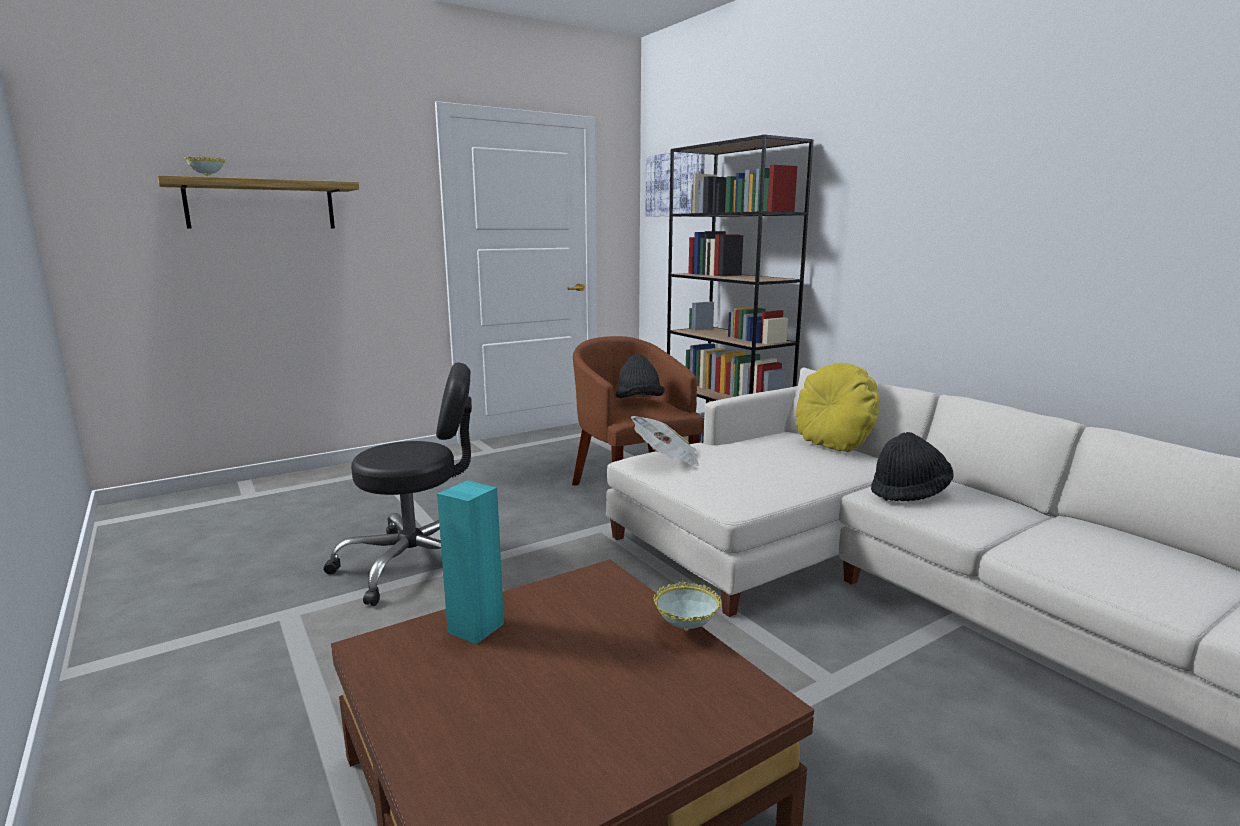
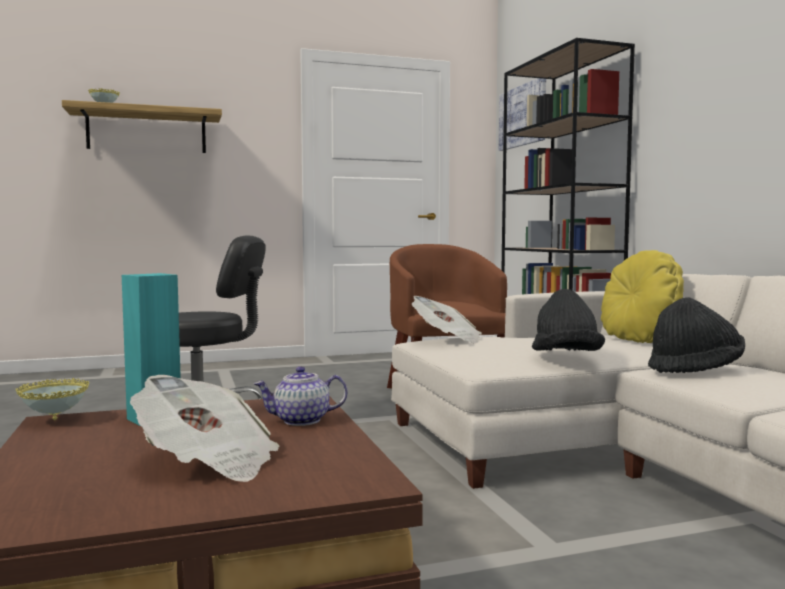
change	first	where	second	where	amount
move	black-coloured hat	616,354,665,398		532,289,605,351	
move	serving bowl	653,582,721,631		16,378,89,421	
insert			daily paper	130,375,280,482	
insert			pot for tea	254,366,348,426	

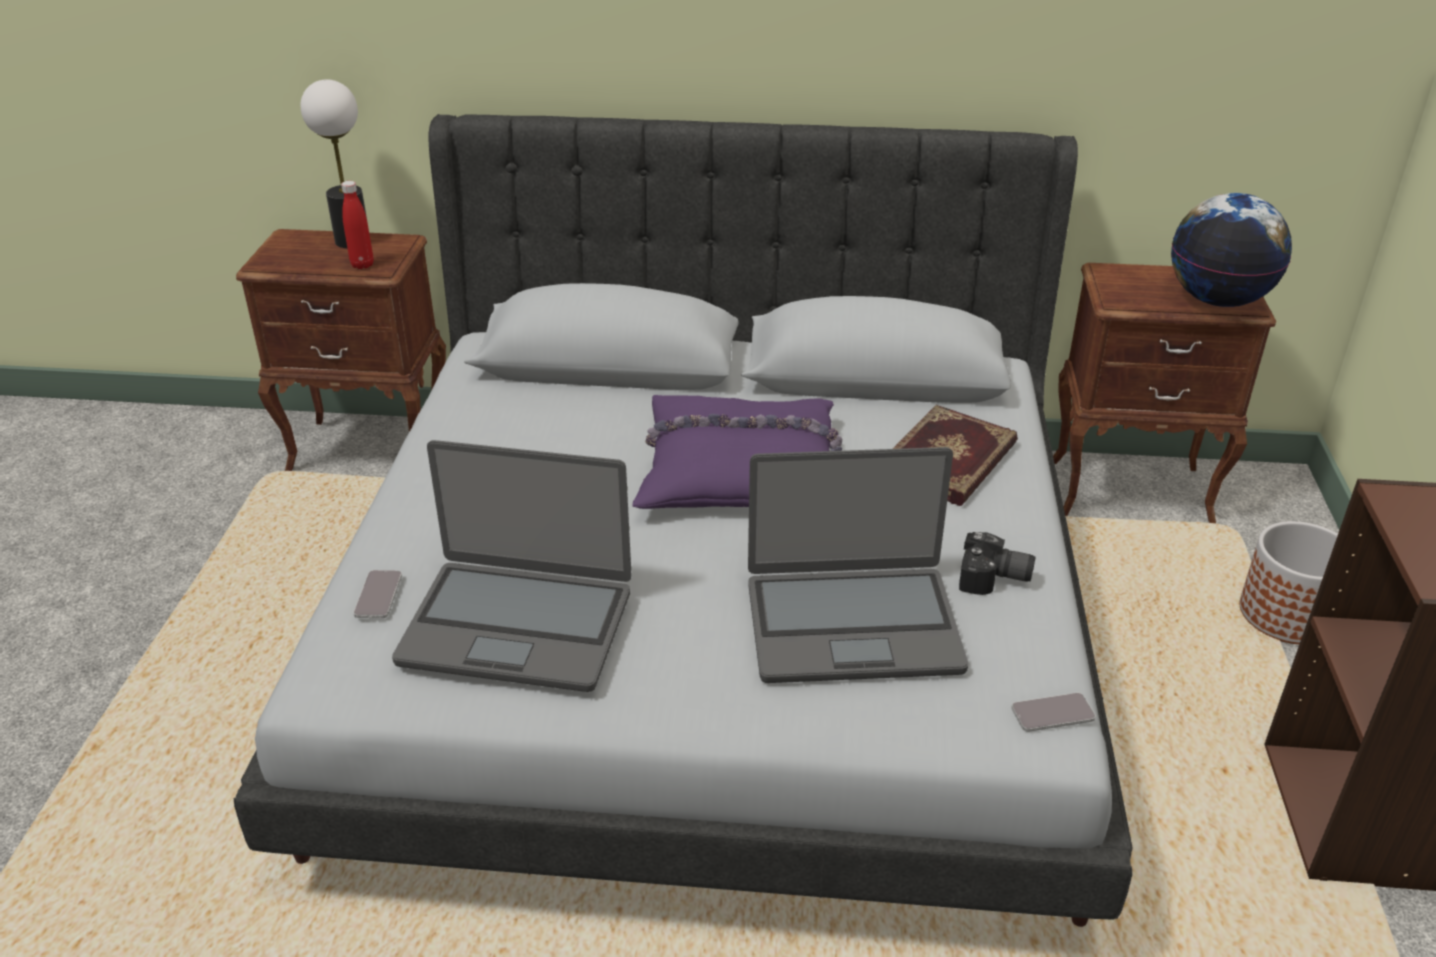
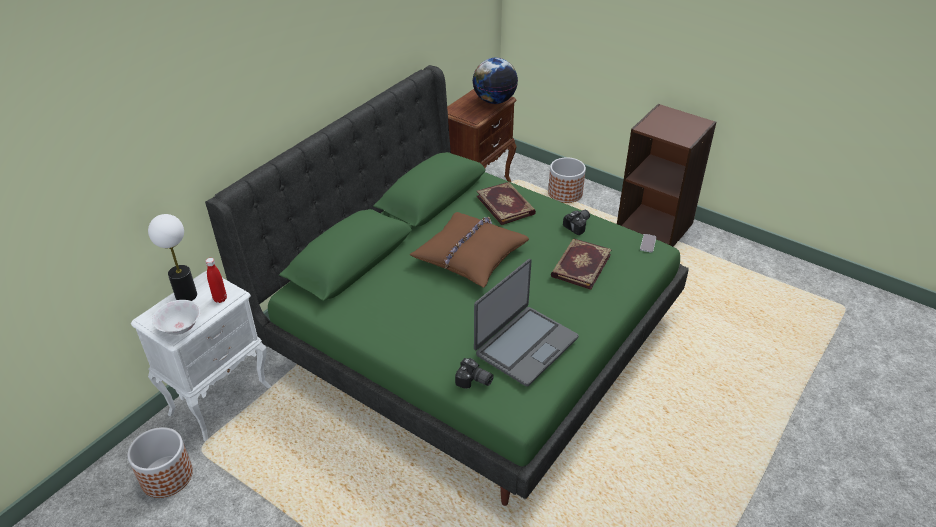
change	first	where	second	where	amount
recolor	greyish bedroom bed	234,114,1133,927	green bedroom bed	205,65,689,506	
recolor	brown nightstand	236,229,446,471	white nightstand	131,271,271,442	
replace	telephone	354,570,402,618	photo camera	455,358,494,389	
recolor	purple cushion	632,395,842,509	brown cushion	410,212,529,288	
replace	notebook computer	748,447,968,683	bound book	551,238,612,290	
insert			plant pot	127,427,193,498	
insert			white serving bowl	152,300,200,335	

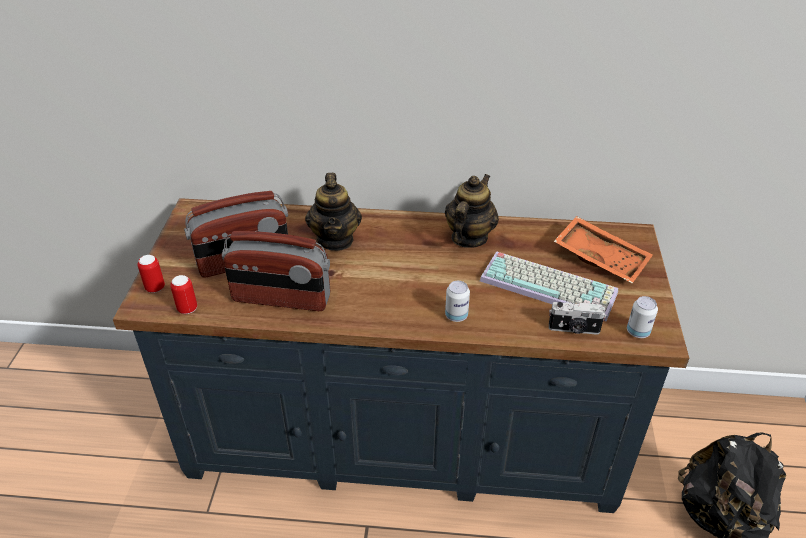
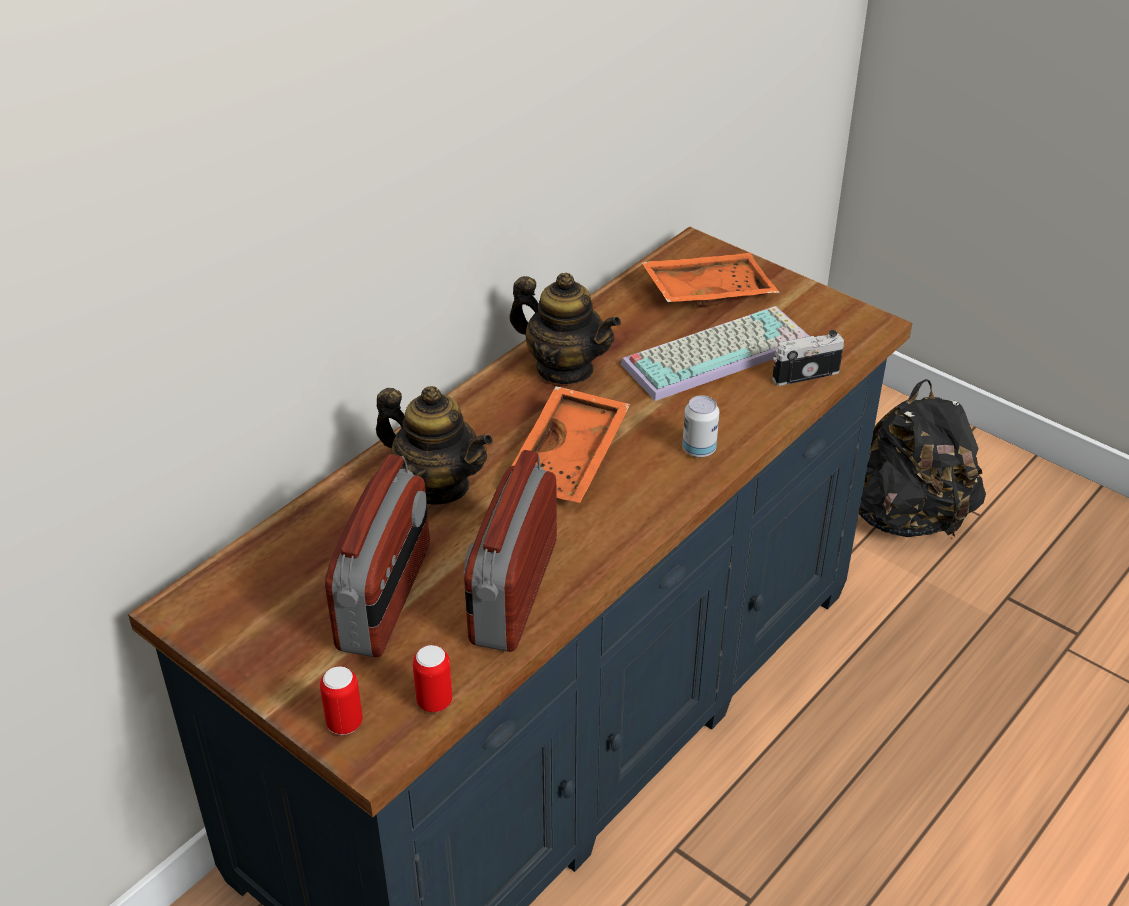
change	first	where	second	where	amount
rotate	radio	222,231,330,311		464,450,557,652	150 degrees clockwise
rotate	pot for tea	445,174,499,248		509,273,621,384	150 degrees clockwise
rotate	photo camera	549,302,606,335		772,330,844,386	150 degrees counterclockwise
delete	metal can	627,296,658,338			
insert			orange-coloured carrying tray	511,386,630,503	

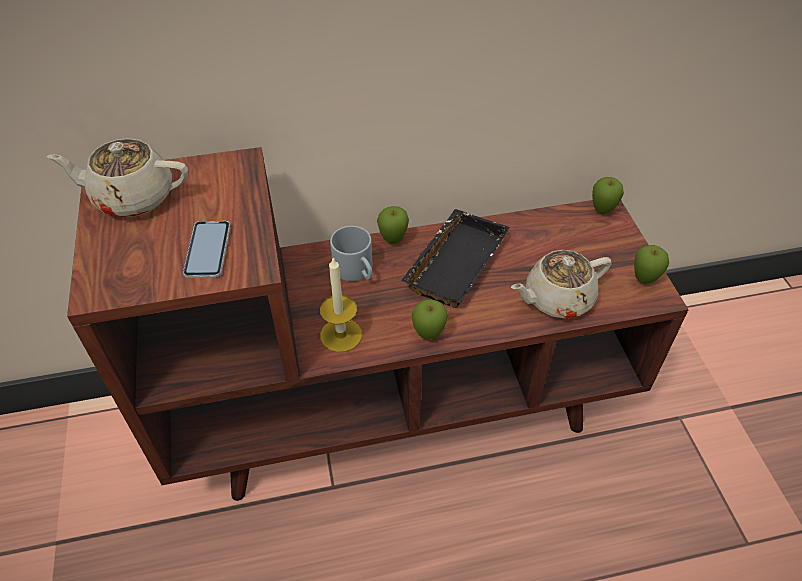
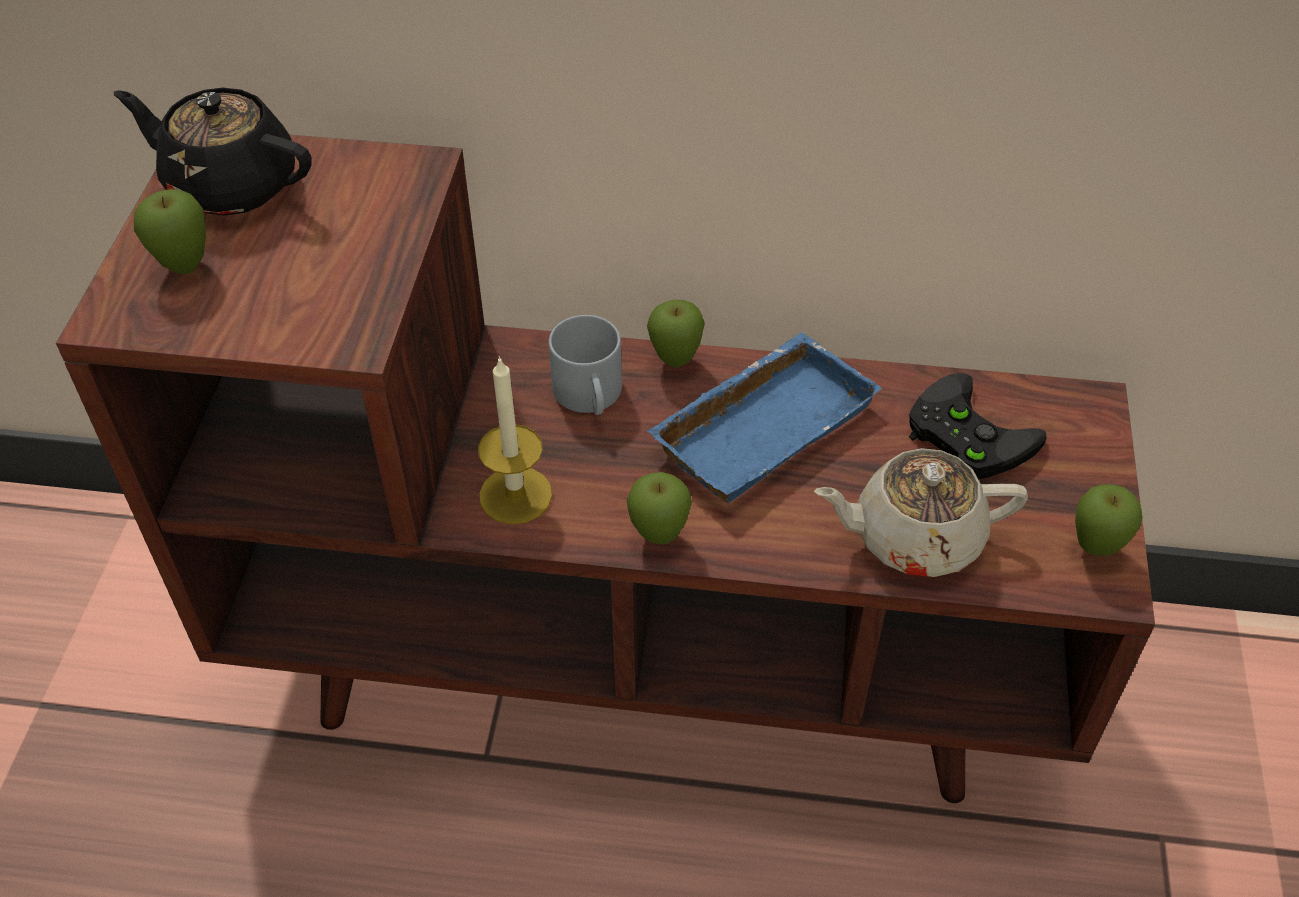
change	first	where	second	where	amount
recolor	sand-coloured pot for tea	47,138,188,217	black-coloured pot for tea	114,88,312,216	
delete	telephone	183,221,231,278			
recolor	black-coloured carrying tray	401,209,510,308	blue carrying tray	647,332,882,503	
move	whole apple	592,177,624,215		134,190,206,274	
insert			black-coloured game controller	909,373,1047,479	

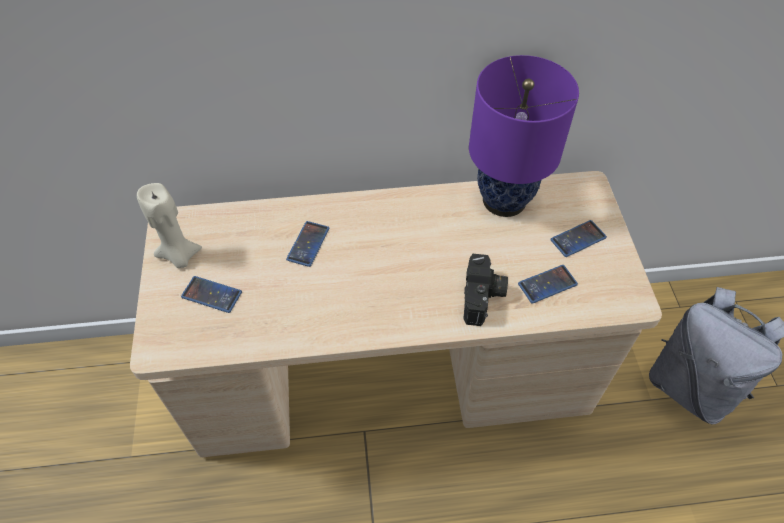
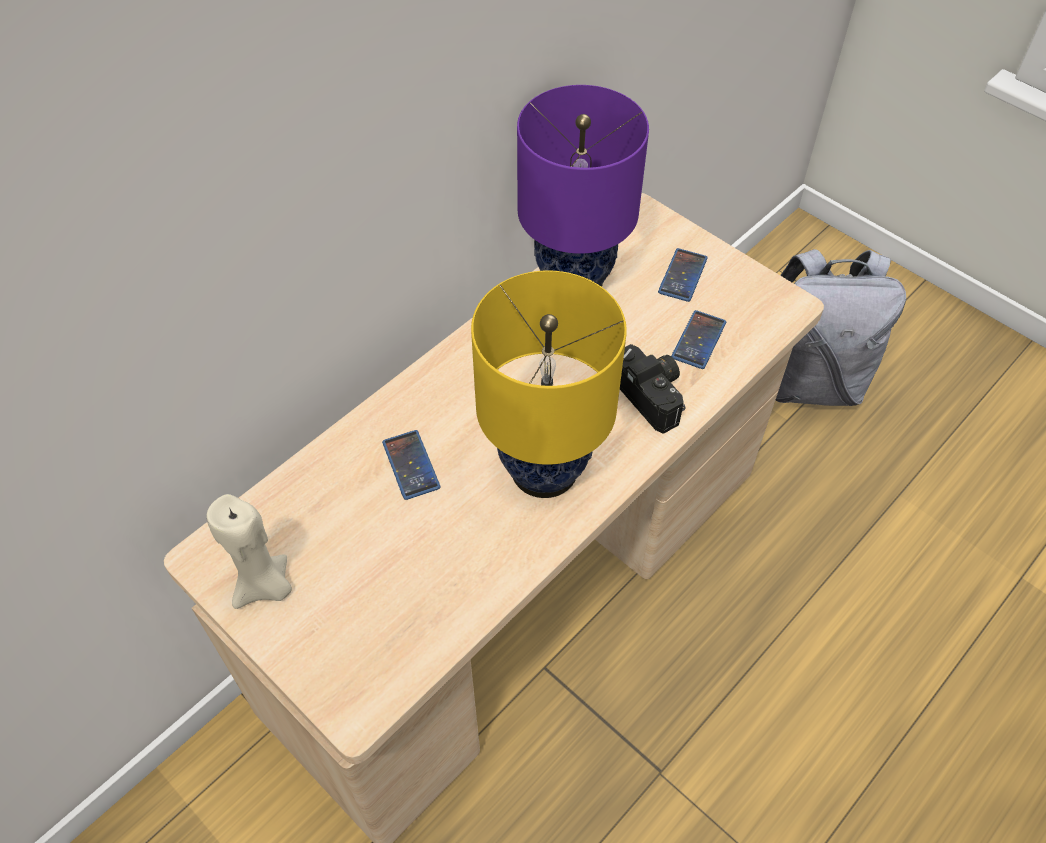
change	first	where	second	where	amount
delete	telephone	181,276,242,313			
insert			yellowish lamp for a table	471,270,627,498	

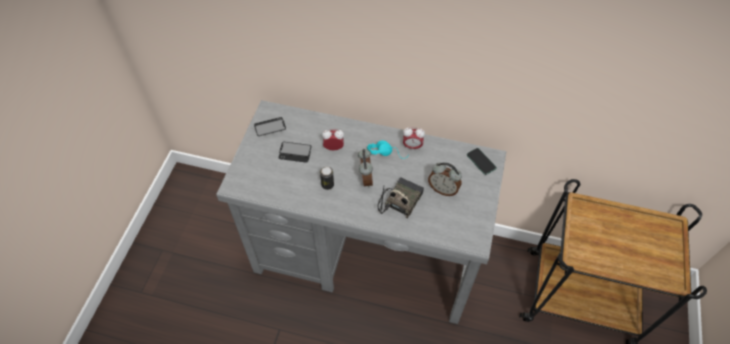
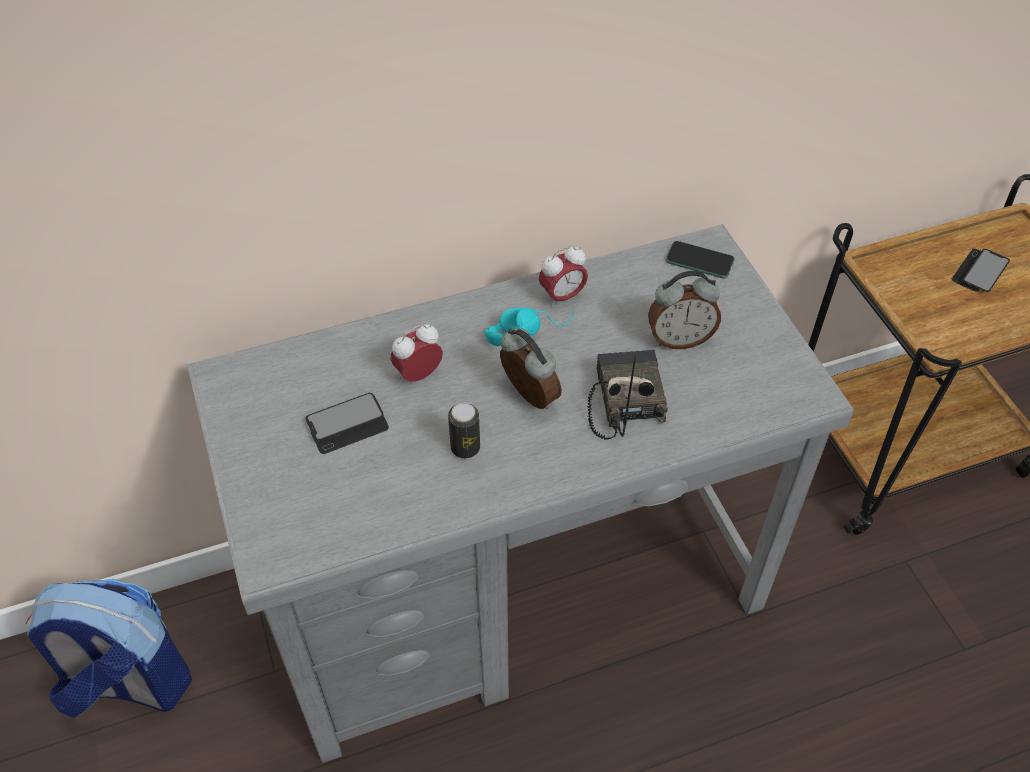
change	first	where	second	where	amount
move	telephone	254,117,286,136		952,249,1010,292	
insert			knapsack	25,579,192,718	

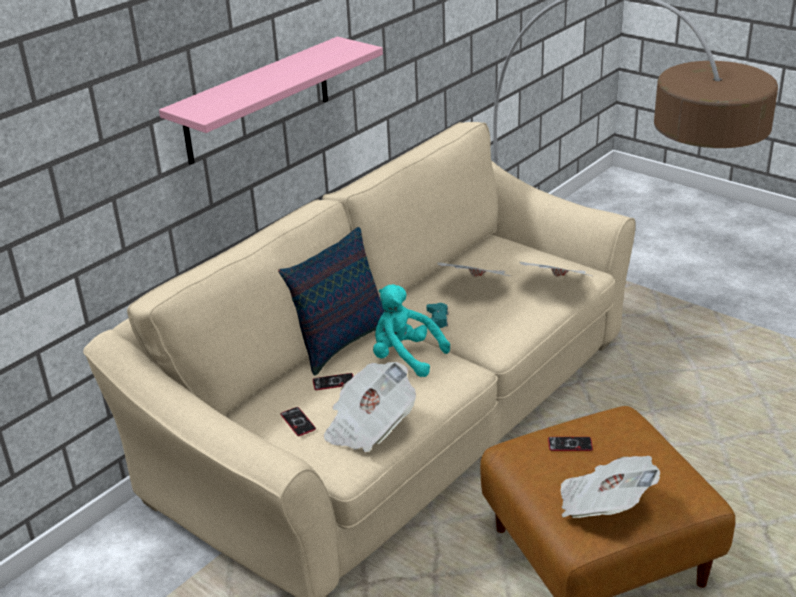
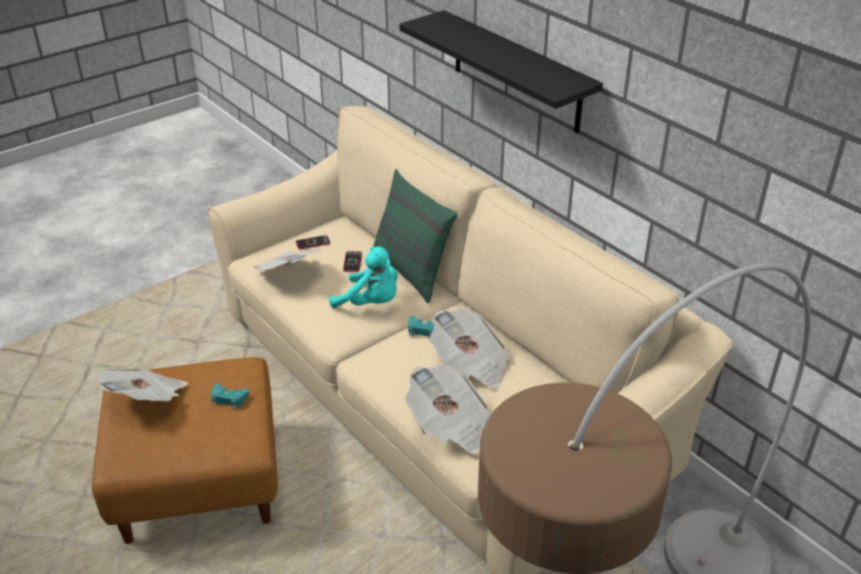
change	first	where	second	where	amount
recolor	pinkish shelf	159,37,383,164	black-coloured shelf	400,10,603,134	
recolor	blue cushion	278,227,385,375	green cushion	373,169,457,303	
rotate	turquoise plush toy	373,284,450,377		329,247,398,308	75 degrees clockwise
replace	telephone	548,437,593,451	turquoise game controller	211,383,249,409	

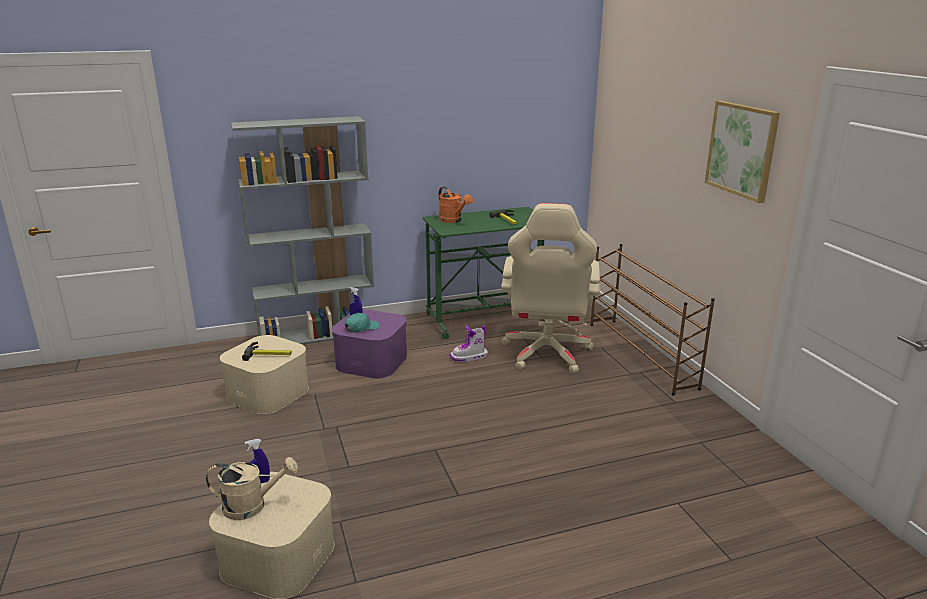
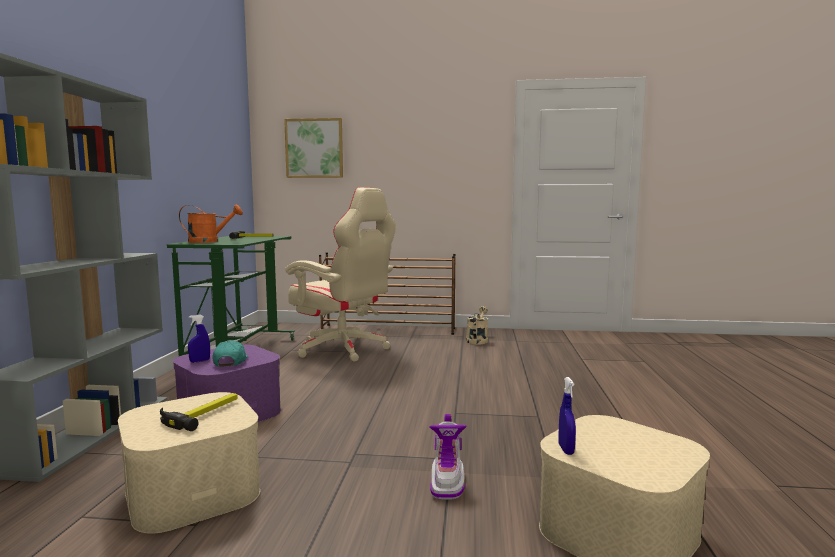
change	first	where	second	where	amount
move	sand-coloured watering can	206,457,298,520		466,306,488,344	
move	high-top boot	450,325,488,362		429,414,467,500	
move	wall picture	705,101,780,203		284,118,343,178	

